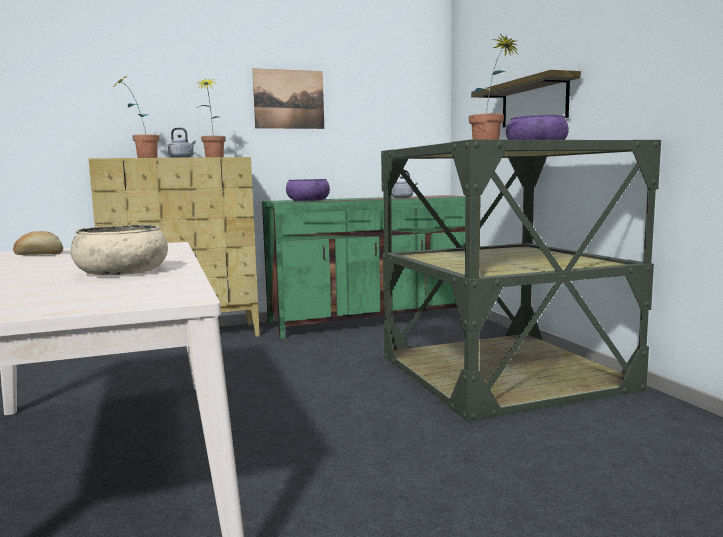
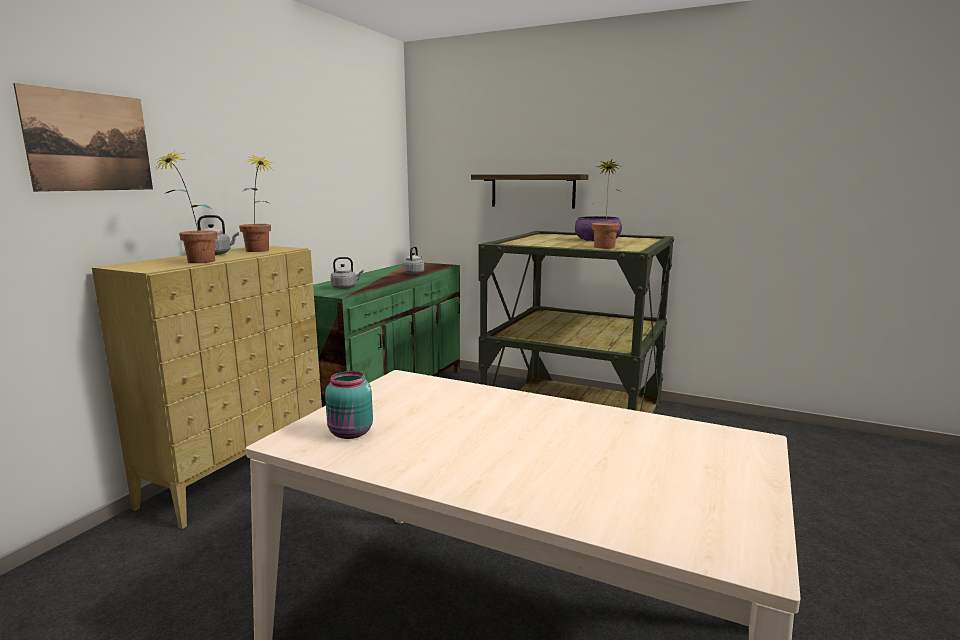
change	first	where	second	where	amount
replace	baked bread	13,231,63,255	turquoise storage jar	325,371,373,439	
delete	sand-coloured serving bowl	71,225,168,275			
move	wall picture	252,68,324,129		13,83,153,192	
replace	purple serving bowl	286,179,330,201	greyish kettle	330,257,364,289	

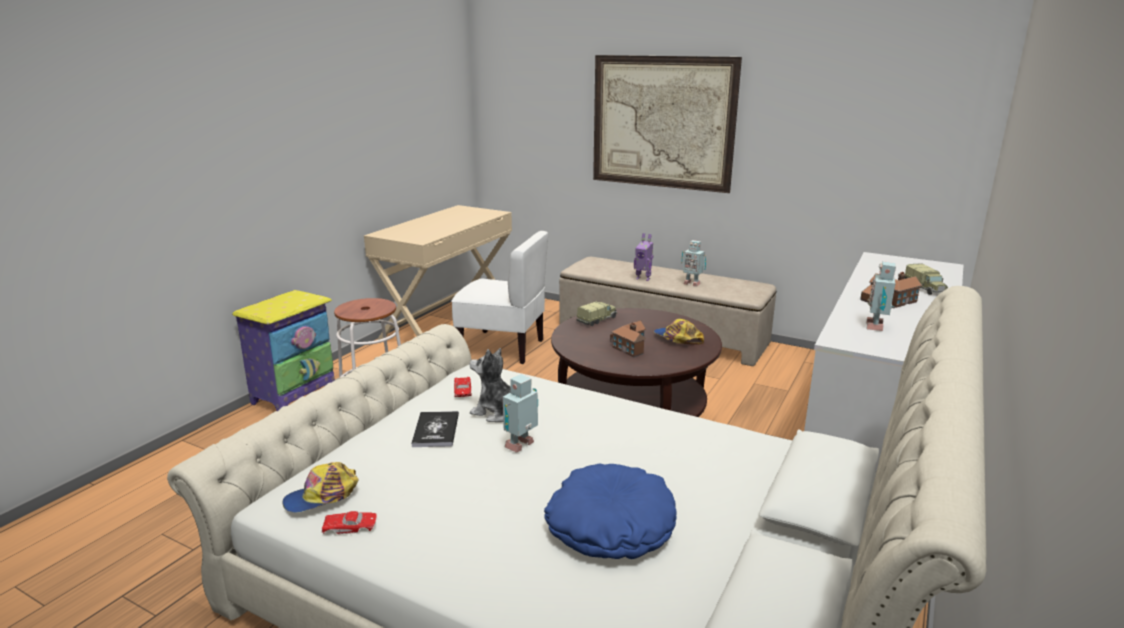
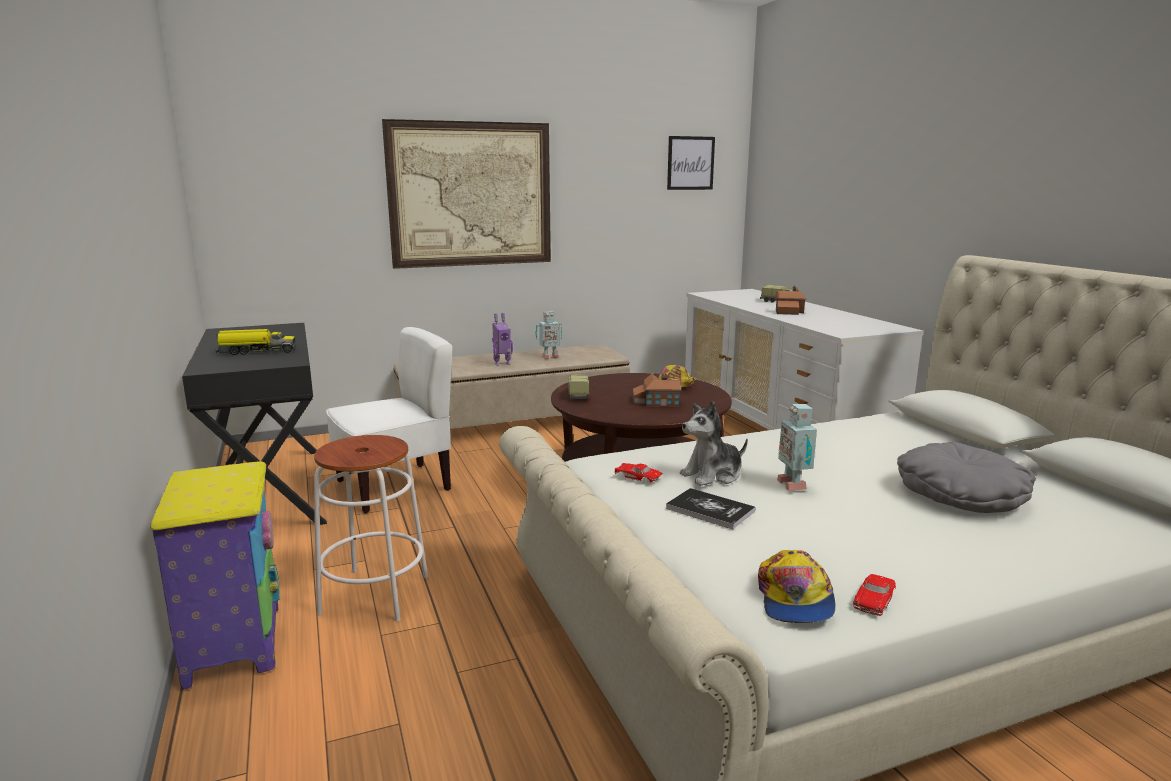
change	first	where	second	where	amount
recolor	sand-coloured desk	364,205,512,340	black-coloured desk	182,323,327,525	
recolor	blue cushion	544,464,677,559	greyish cushion	897,442,1036,513	
delete	robot figure	867,261,896,331			
insert			toy truck	216,329,296,355	
insert			wall picture	667,136,715,190	

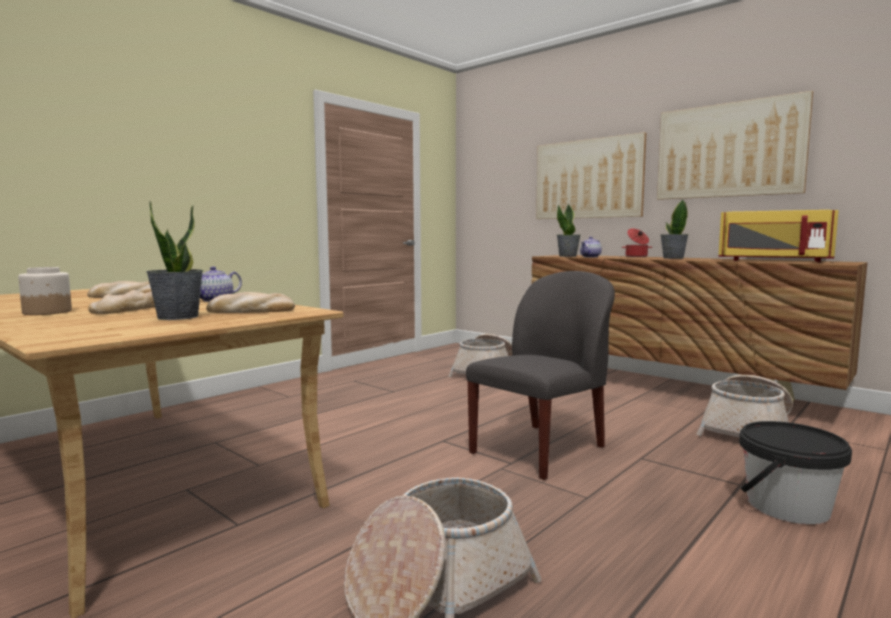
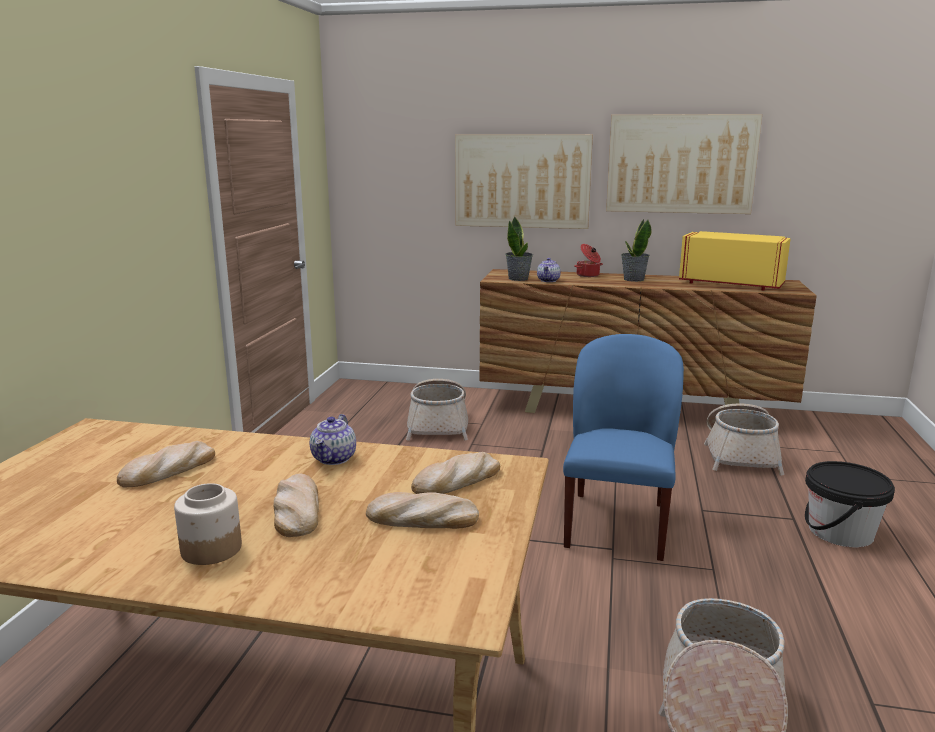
change	first	where	second	where	amount
replace	houseplant	146,201,203,320	baked bread	366,492,479,529	
recolor	greyish plain chair	466,271,615,480	blue plain chair	563,334,684,561	
rotate	yellowish microwave	719,210,839,262		679,231,791,291	150 degrees counterclockwise

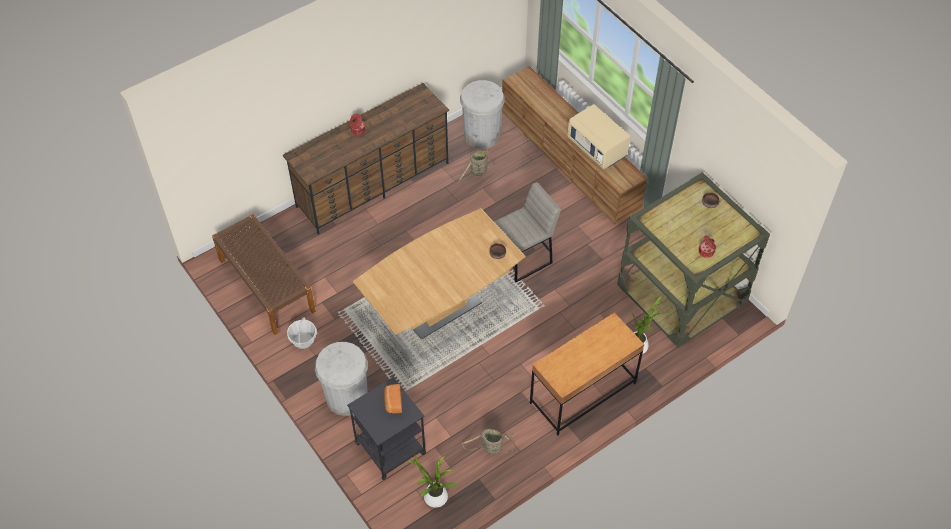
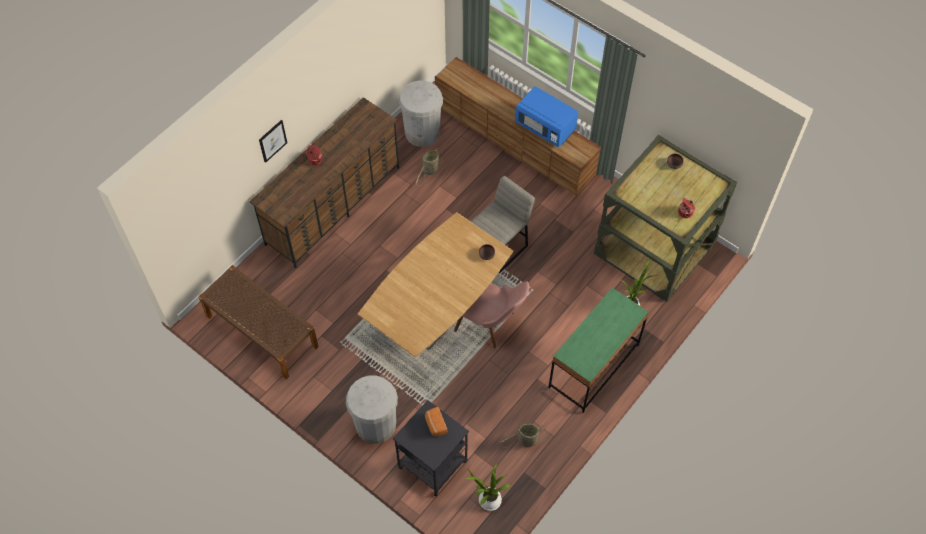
change	first	where	second	where	amount
delete	basket	287,317,317,349			
recolor	brown desk	530,313,645,436	green desk	548,287,649,413	
recolor	sand-coloured microwave	567,104,630,169	blue microwave	515,86,578,147	
insert			wall picture	259,120,287,163	
insert			pinkish plain chair	454,281,529,348	

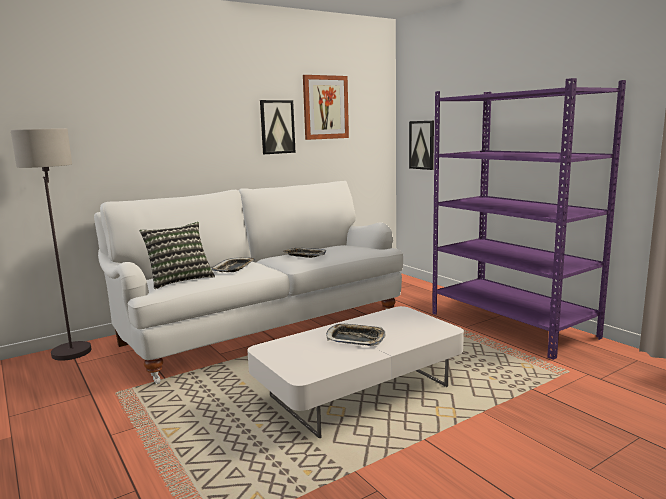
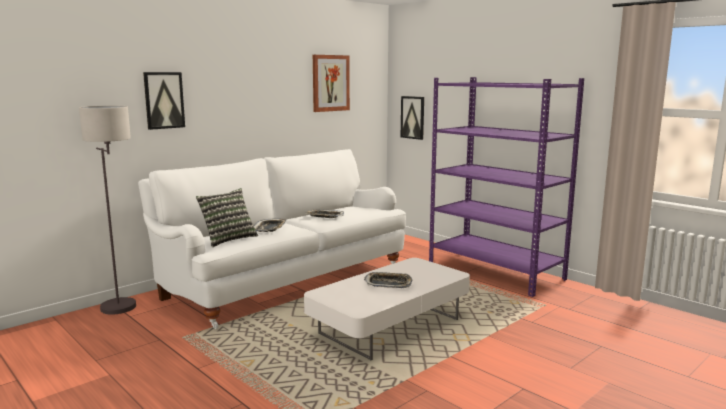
change	first	where	second	where	amount
move	wall picture	260,100,296,154		143,72,185,130	

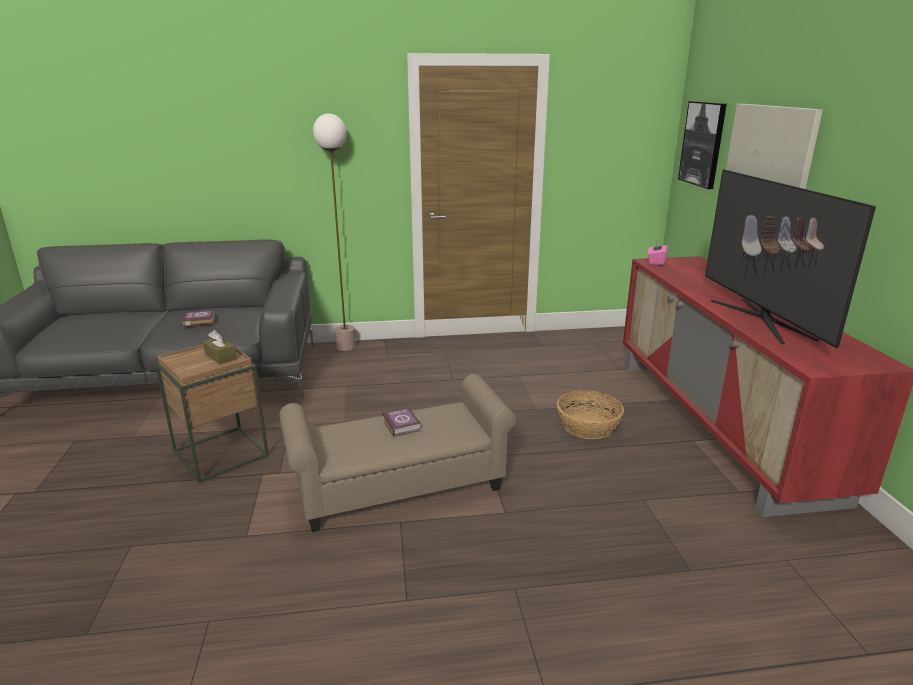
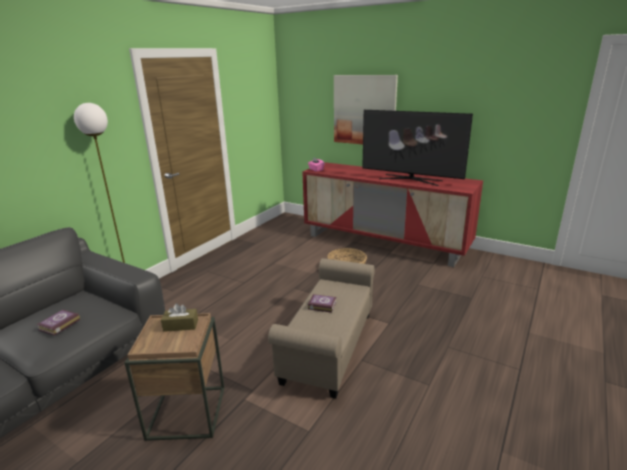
change	first	where	second	where	amount
delete	wall picture	678,101,727,189			

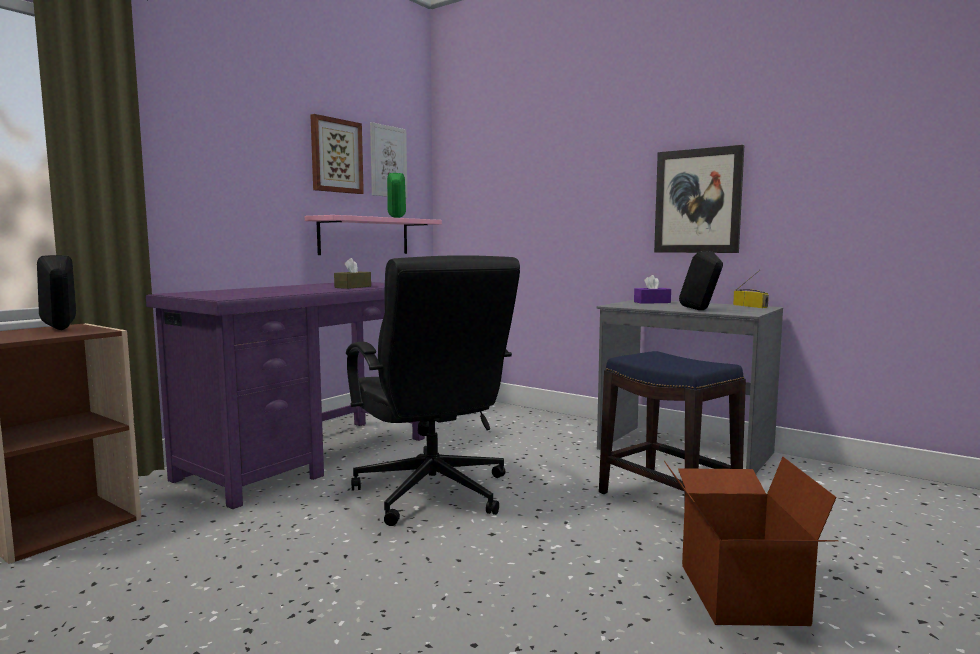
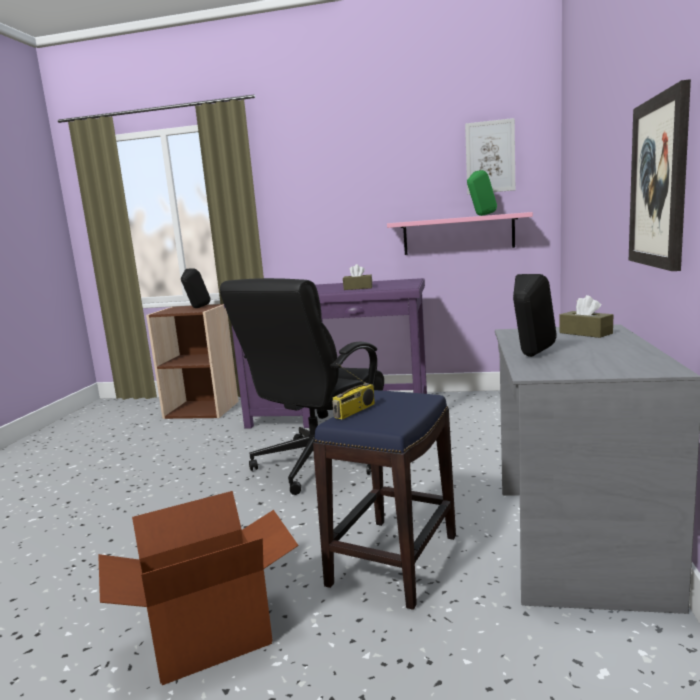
change	first	where	second	where	amount
delete	wall picture	311,114,364,194			
recolor	purple box of tissues	634,275,671,304	brown box of tissues	559,295,613,338	
move	radio	733,270,769,308		332,363,375,420	

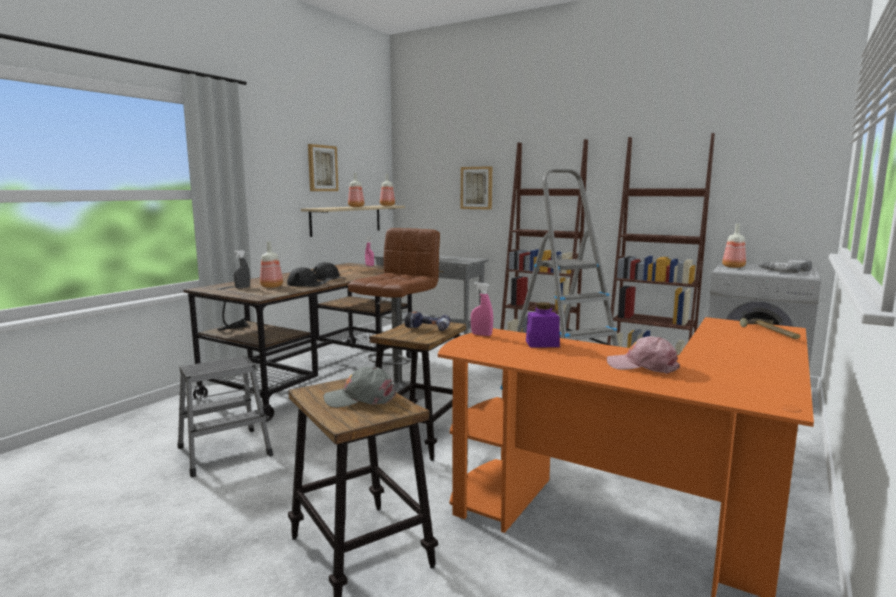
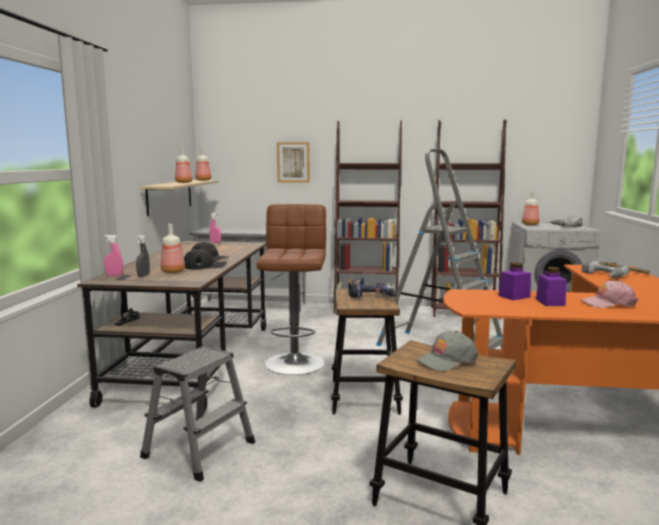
change	first	where	second	where	amount
delete	wall picture	308,144,339,191			
move	pinkish hand sprayer	471,282,493,336		104,235,123,276	
insert			purple storage jar	536,267,567,306	
insert			electric drill	582,260,630,278	

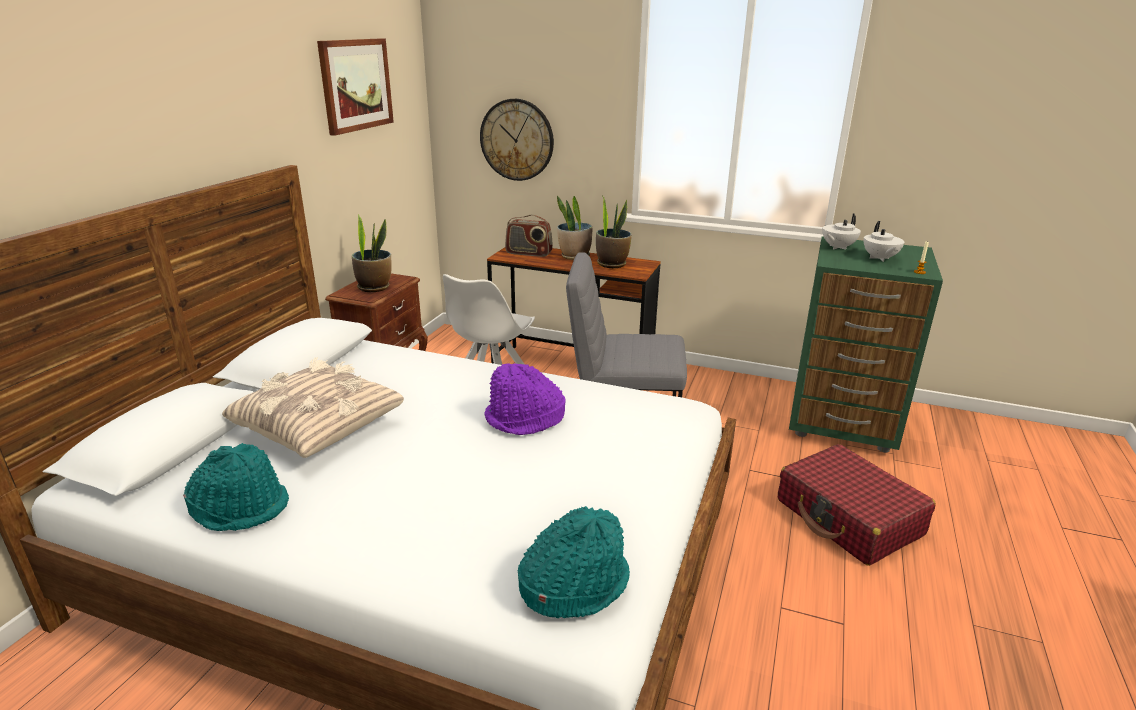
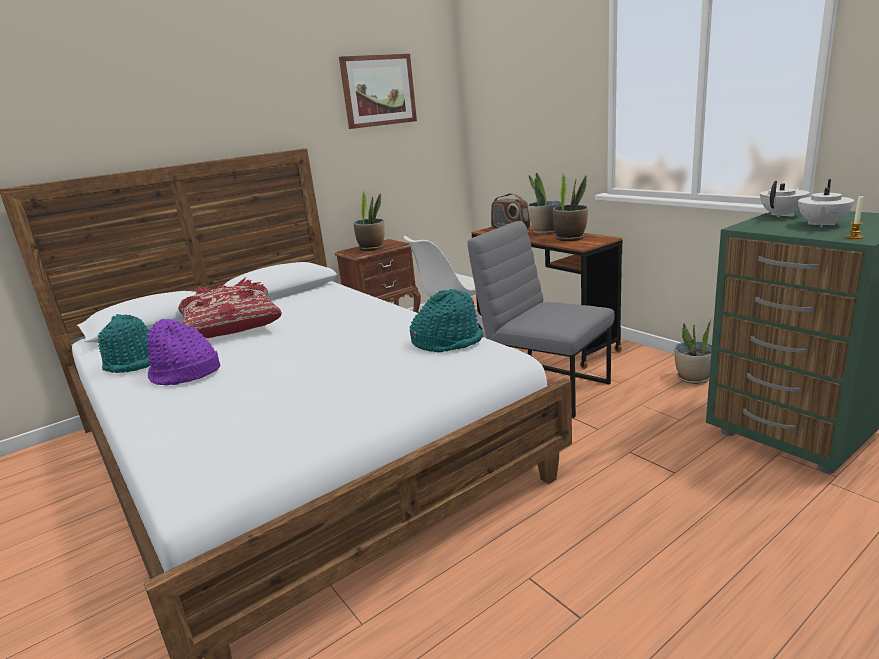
change	first	where	second	where	amount
recolor	sand-coloured cushion	222,357,404,458	red-coloured cushion	178,277,282,338	
delete	clock on the wall	480,99,554,181			
move	purple hat	484,363,565,435		147,319,220,386	
move	turquoise hat	518,506,630,618		410,289,483,352	
delete	red-coloured travel case	778,444,936,566			
rotate	white pot for tea	822,213,861,250		760,181,810,217	150 degrees clockwise
insert			houseplant	675,318,713,384	

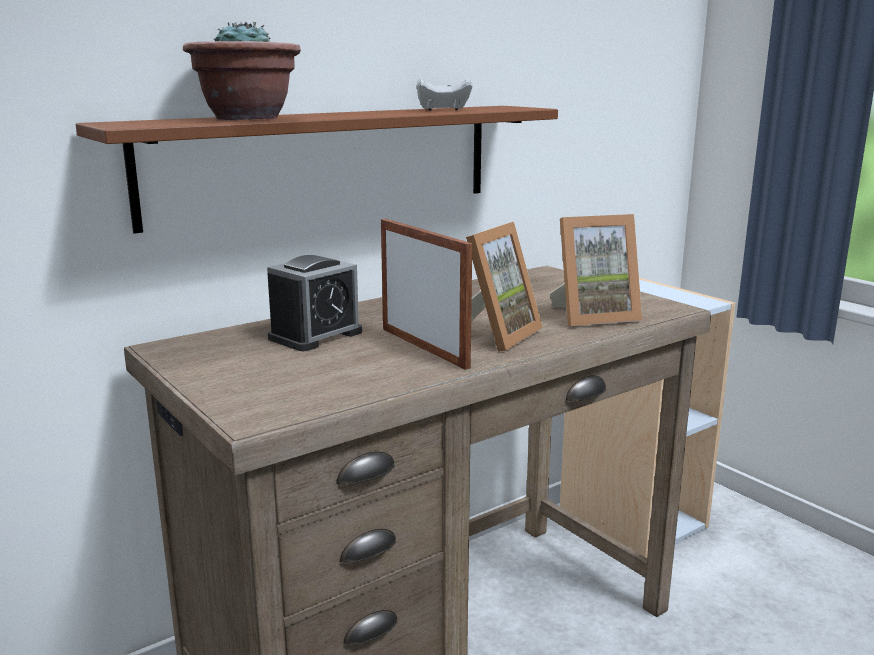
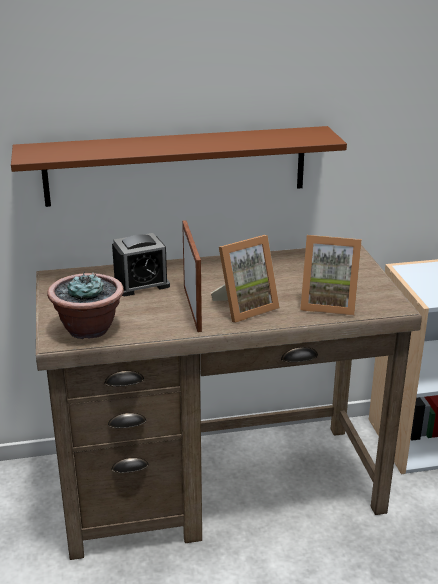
change	first	where	second	where	amount
move	houseplant	183,22,301,120		47,272,124,339	
delete	white game controller	417,79,472,110			

